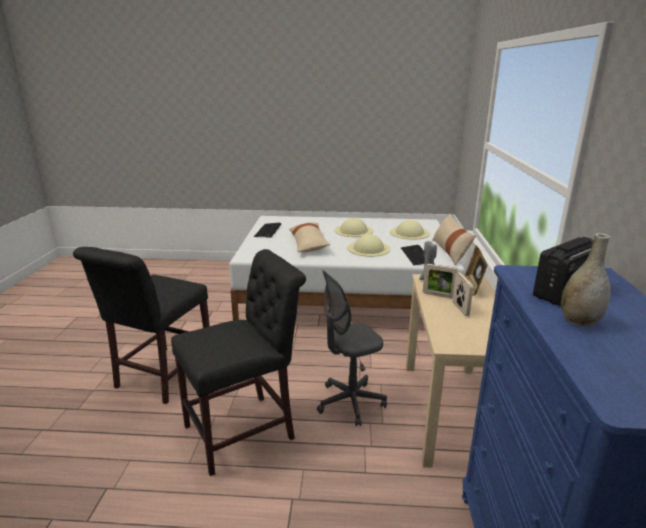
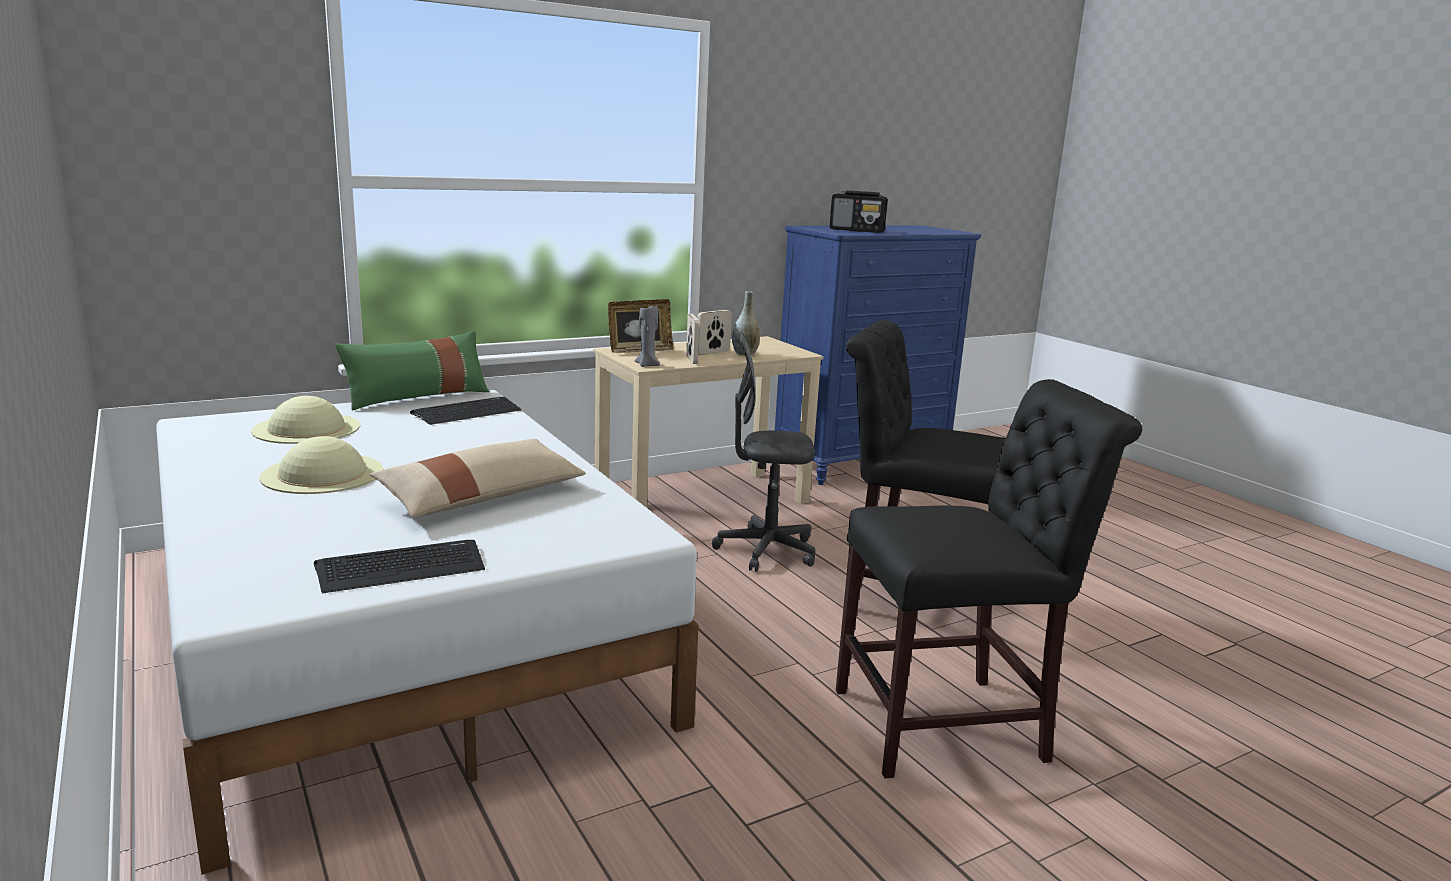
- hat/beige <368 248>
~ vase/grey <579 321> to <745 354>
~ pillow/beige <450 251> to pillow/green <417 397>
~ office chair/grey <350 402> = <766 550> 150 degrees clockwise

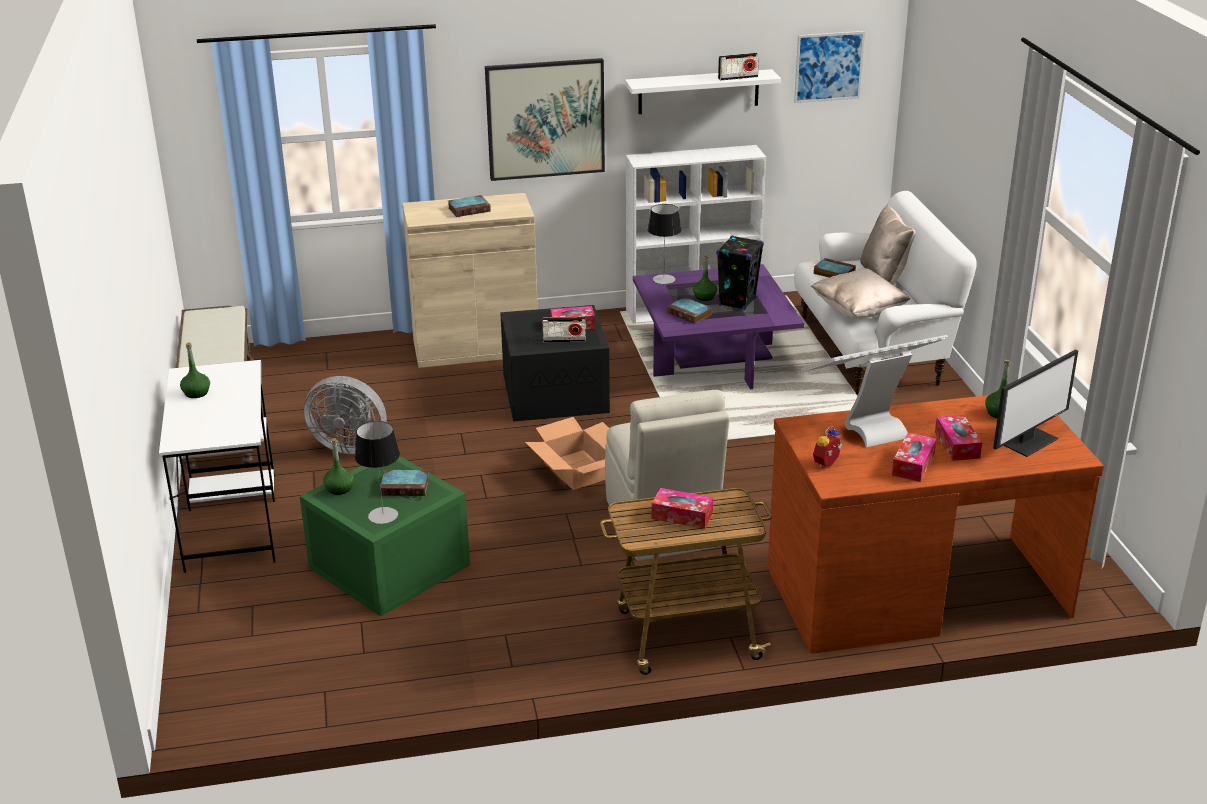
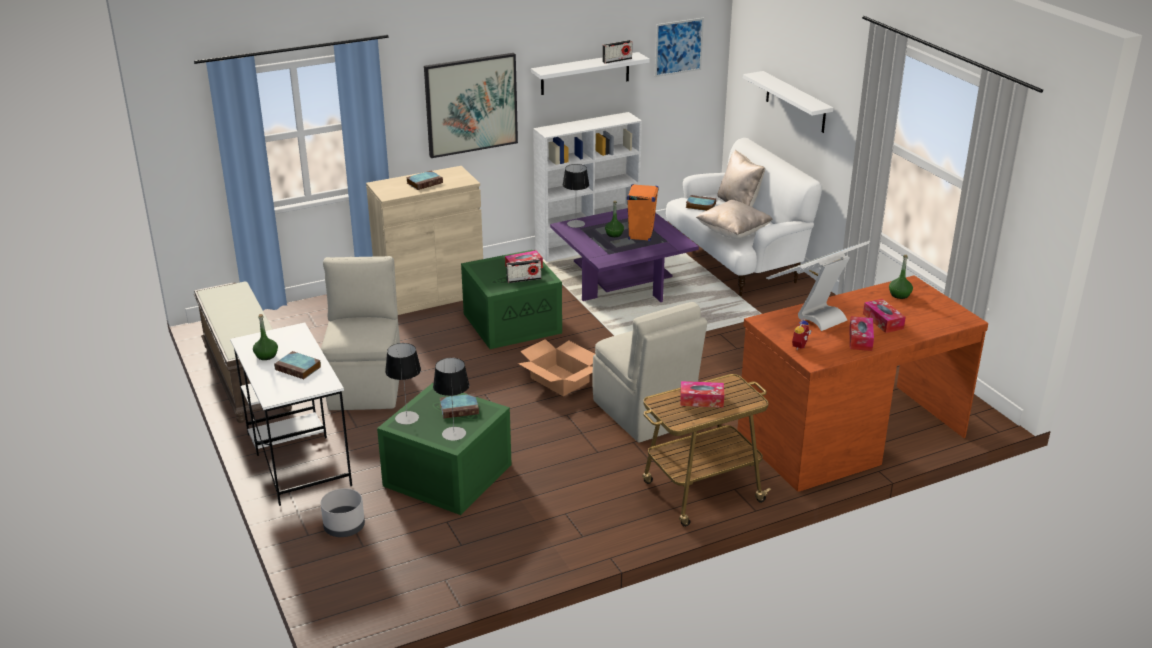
- monitor <1028 441>
+ planter/grey <344 527>
+ shelf/white <795 102>
~ book <690 314> to <299 368>
~ fan/grey <350 445> to chair/beige <366 385>
~ bottle/green <339 489> to table lamp <407 418>
~ storage box/black <556 392> to storage box/green <513 322>
~ speaker/black <737 301> to speaker/orange <641 235>

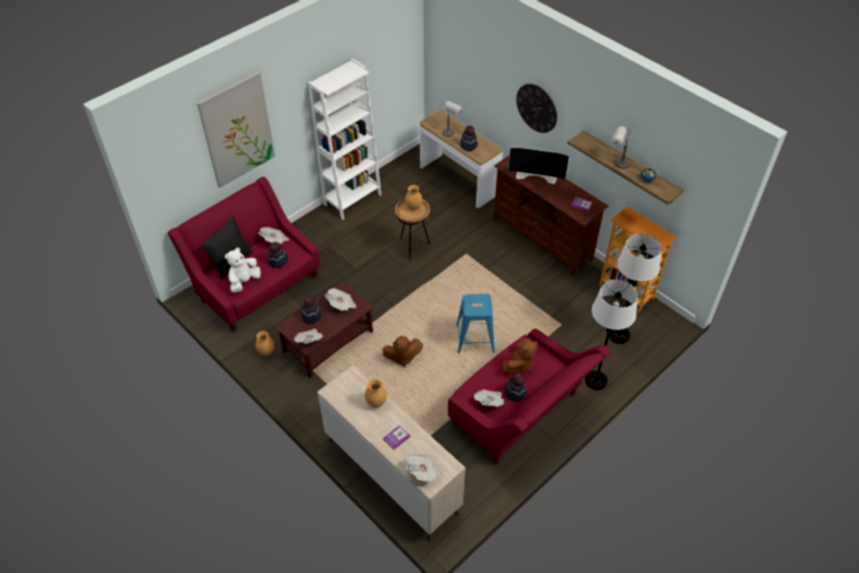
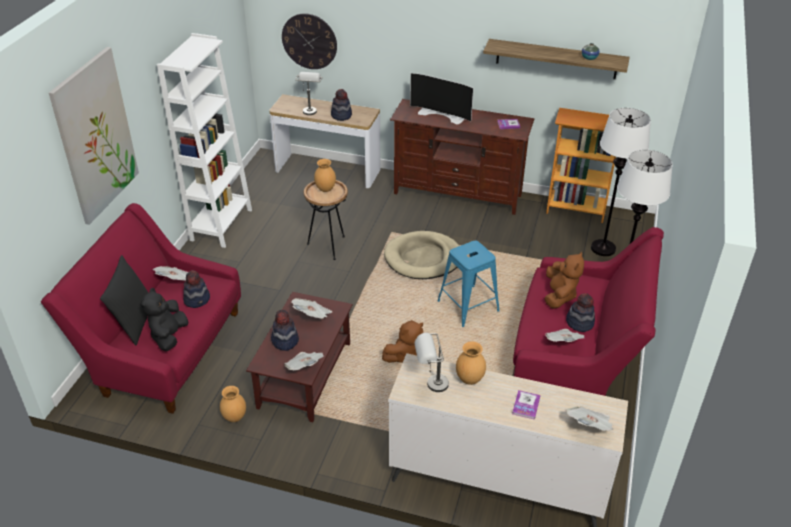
+ dog bed/beige <423 258>
~ wall clock <537 108> to <309 41>
~ table lamp/grey <616 162> to <430 385>
~ plush toy/white <244 281> to plush toy/black <169 336>
~ television <537 175> = <442 114> 45 degrees clockwise

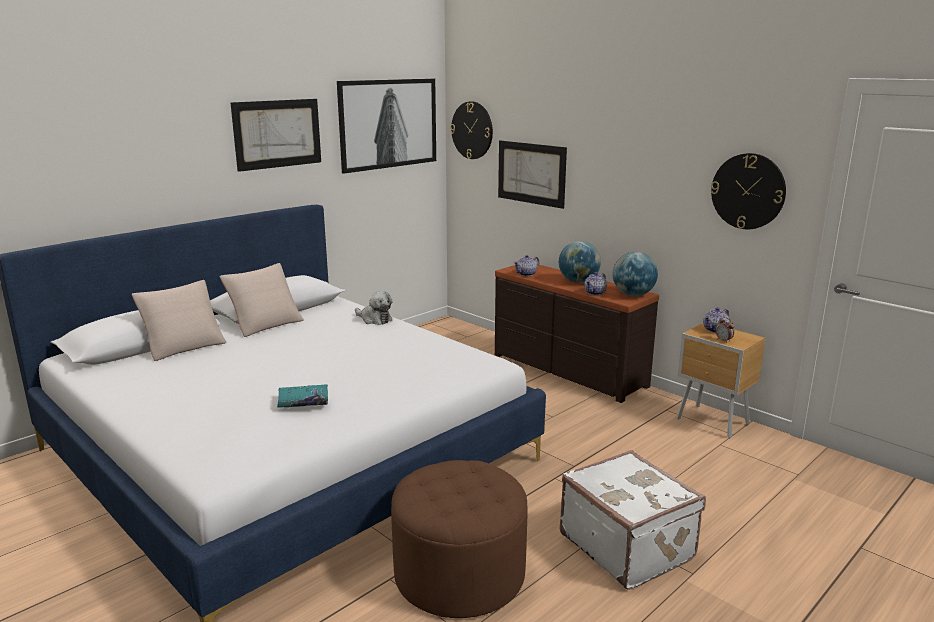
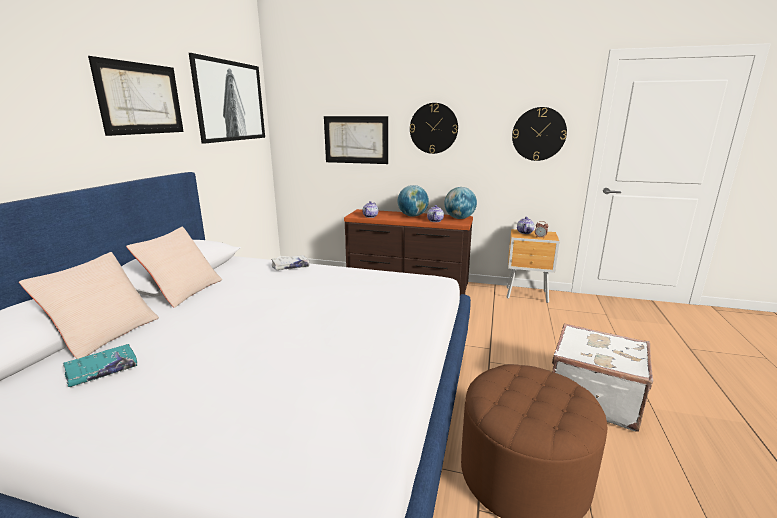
~ book/turquoise <303 402> to <102 371>
~ wall clock <472 130> to <433 128>
~ plush toy <374 319> to book/white <290 267>

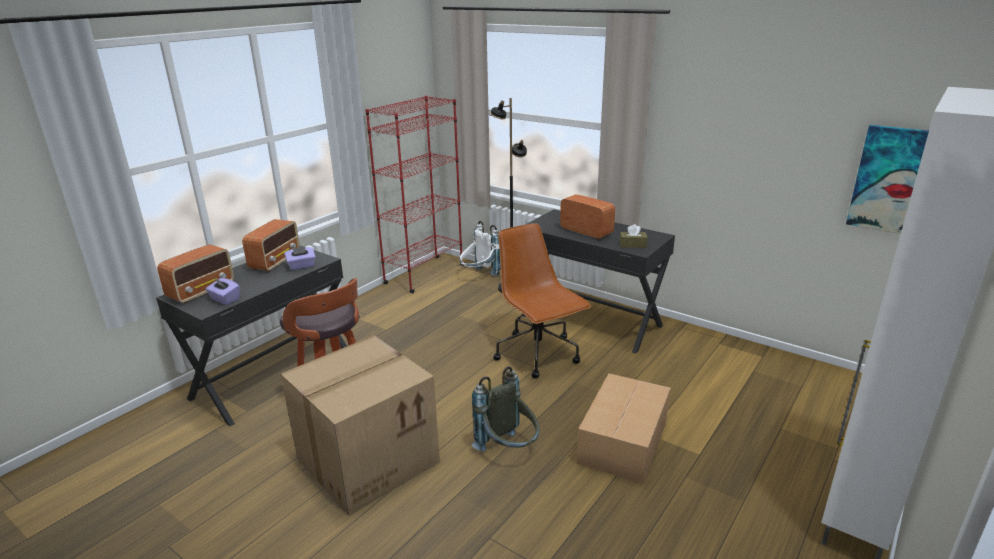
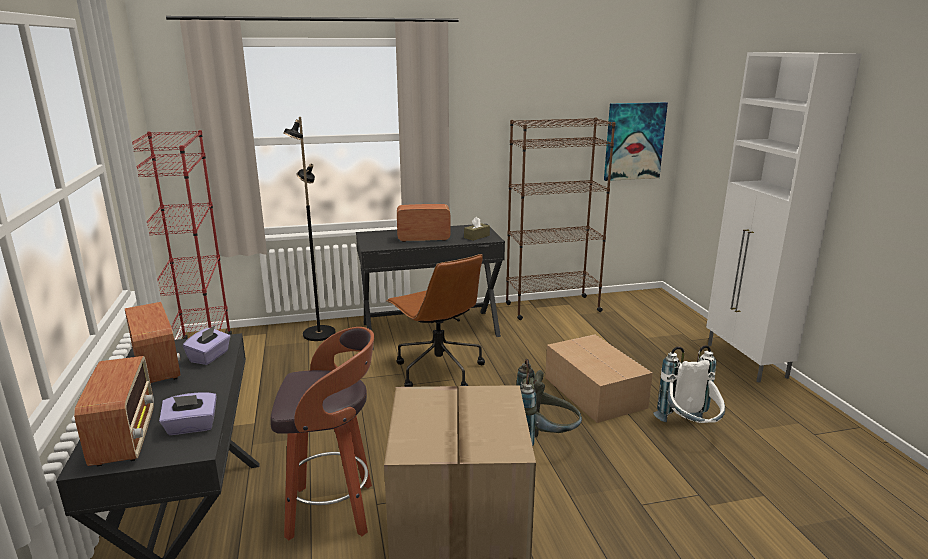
+ bookcase/brown <552 308>
~ backpack/white <479 276> to <689 430>
~ office chair/brown <538 354> = <438 370> 135 degrees counterclockwise

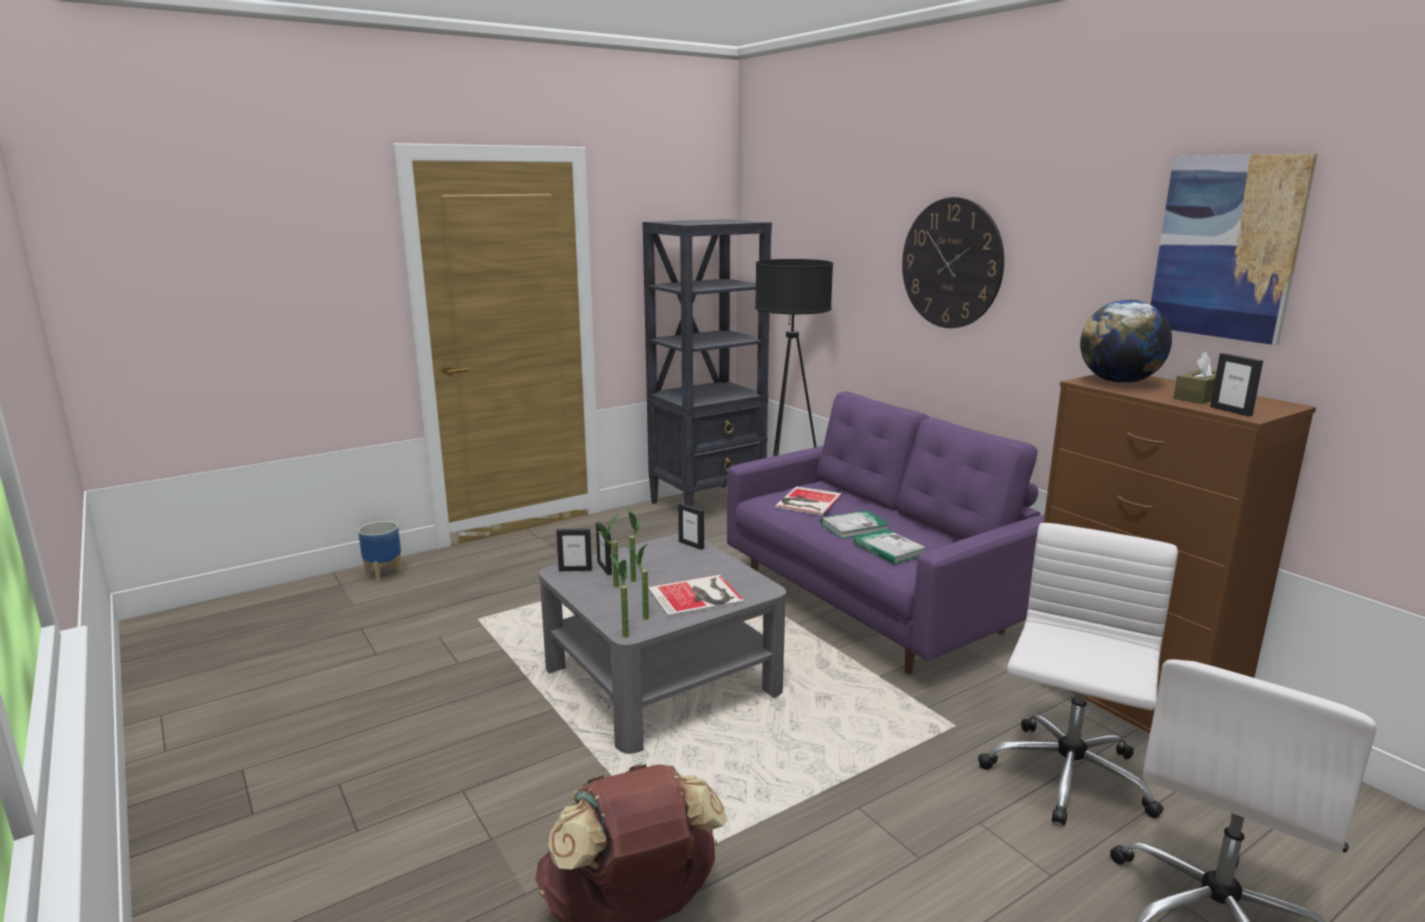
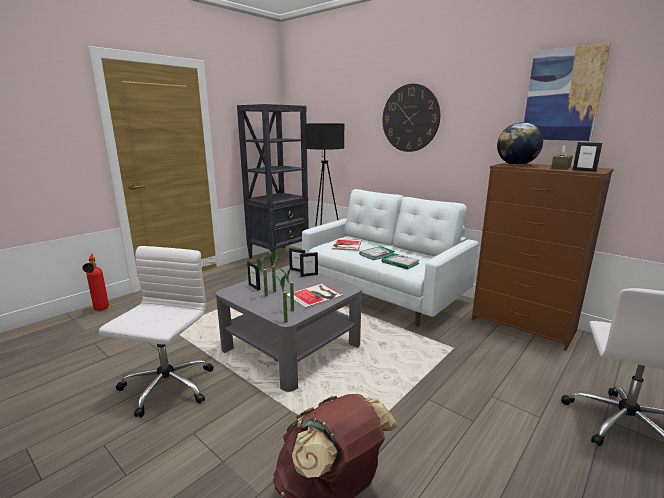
~ picture frame <575 570> to <309 275>
~ office chair/white <1067 778> to <166 388>
~ planter <383 574> to fire extinguisher <101 310>
~ sofa/purple <873 603> to sofa/white <383 294>

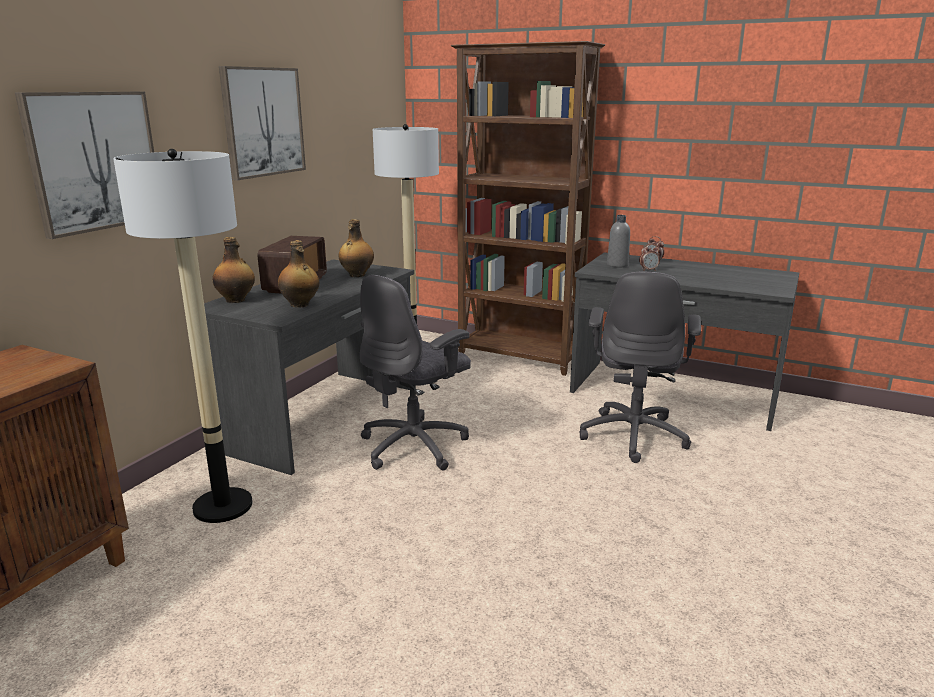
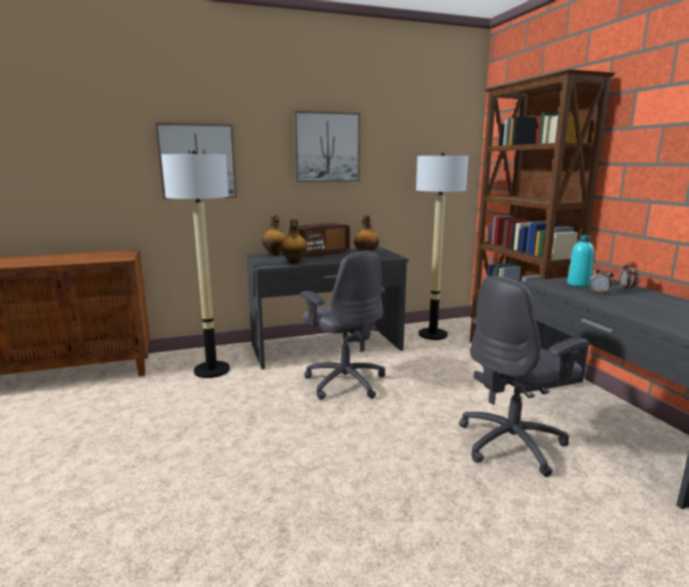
~ bottle/grey <617 265> to bottle/turquoise <578 284>
~ office chair/grey <415 446> = <345 382> 120 degrees counterclockwise

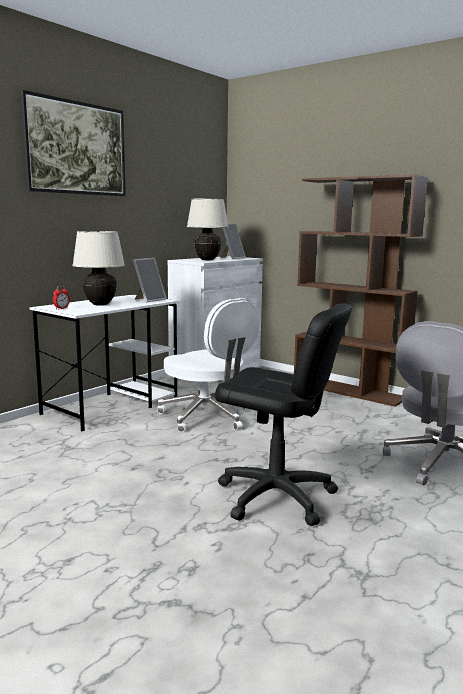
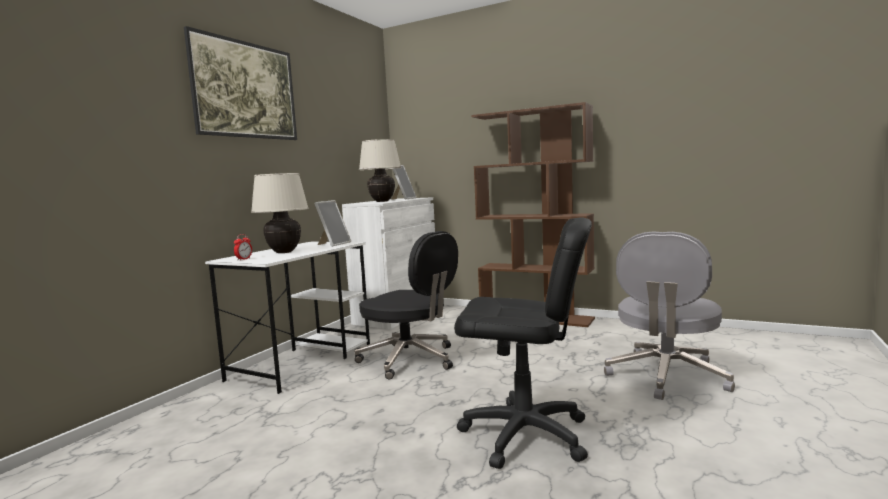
~ office chair/white <207 416> to office chair/black <410 360>

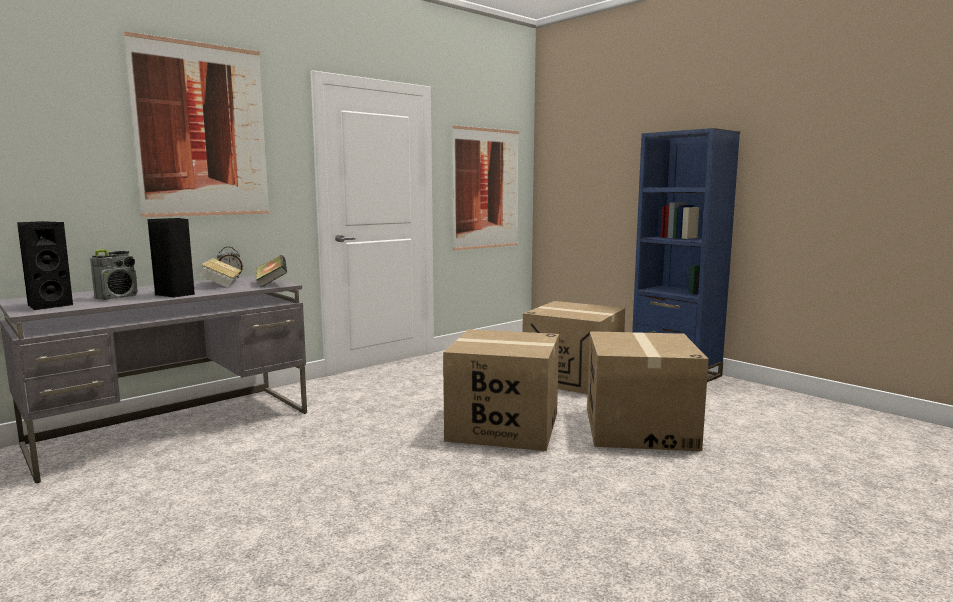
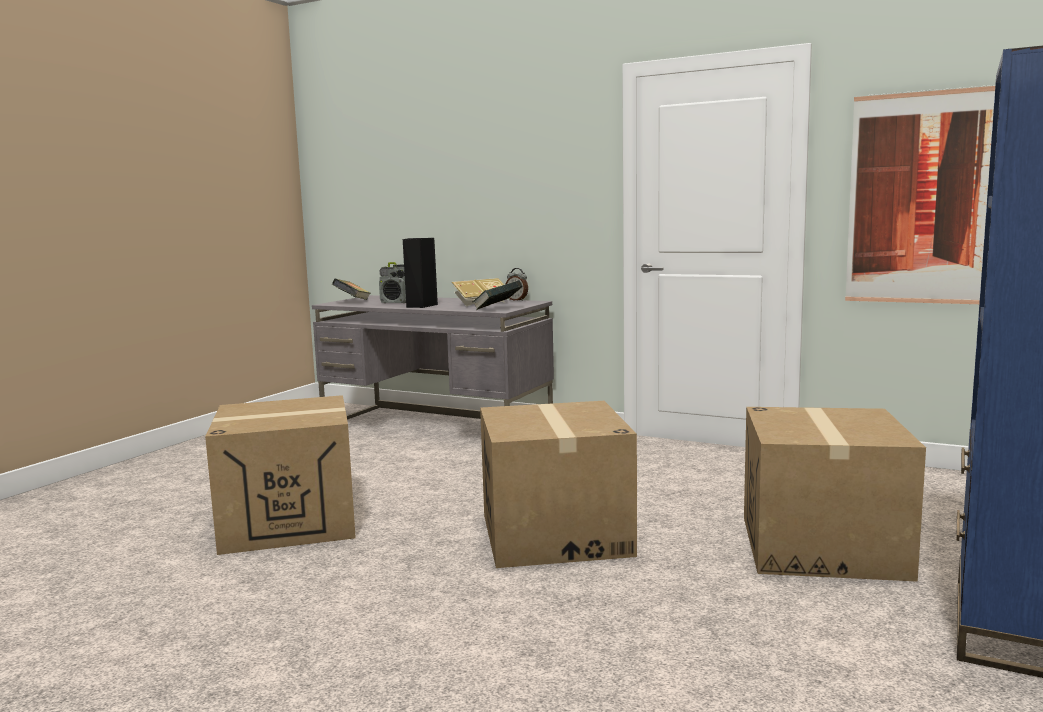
- picture <202 130>
~ cardboard box <639 428> to <289 522>
~ speaker/black <48 306> to book <352 302>

